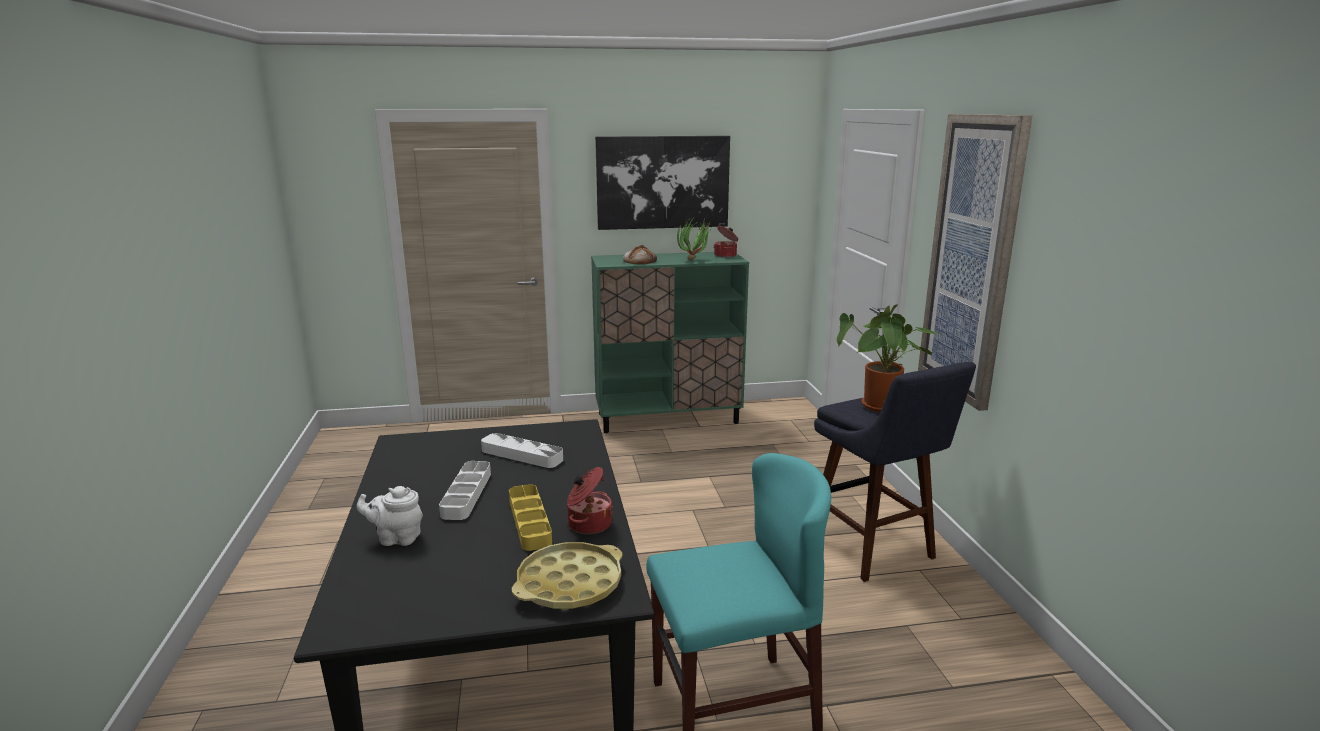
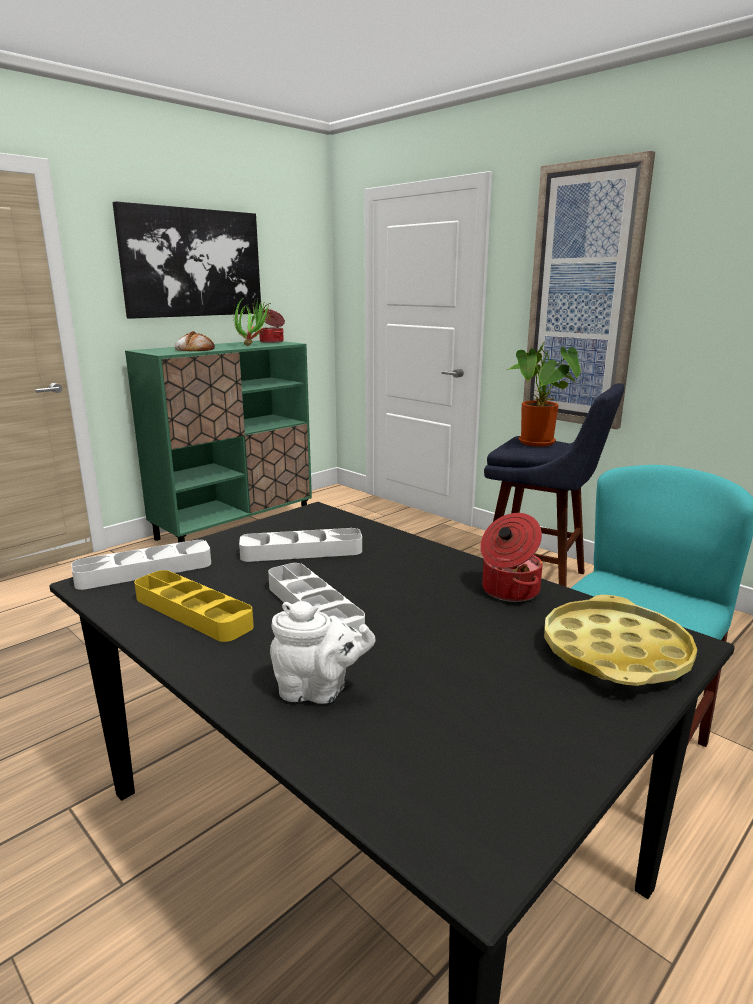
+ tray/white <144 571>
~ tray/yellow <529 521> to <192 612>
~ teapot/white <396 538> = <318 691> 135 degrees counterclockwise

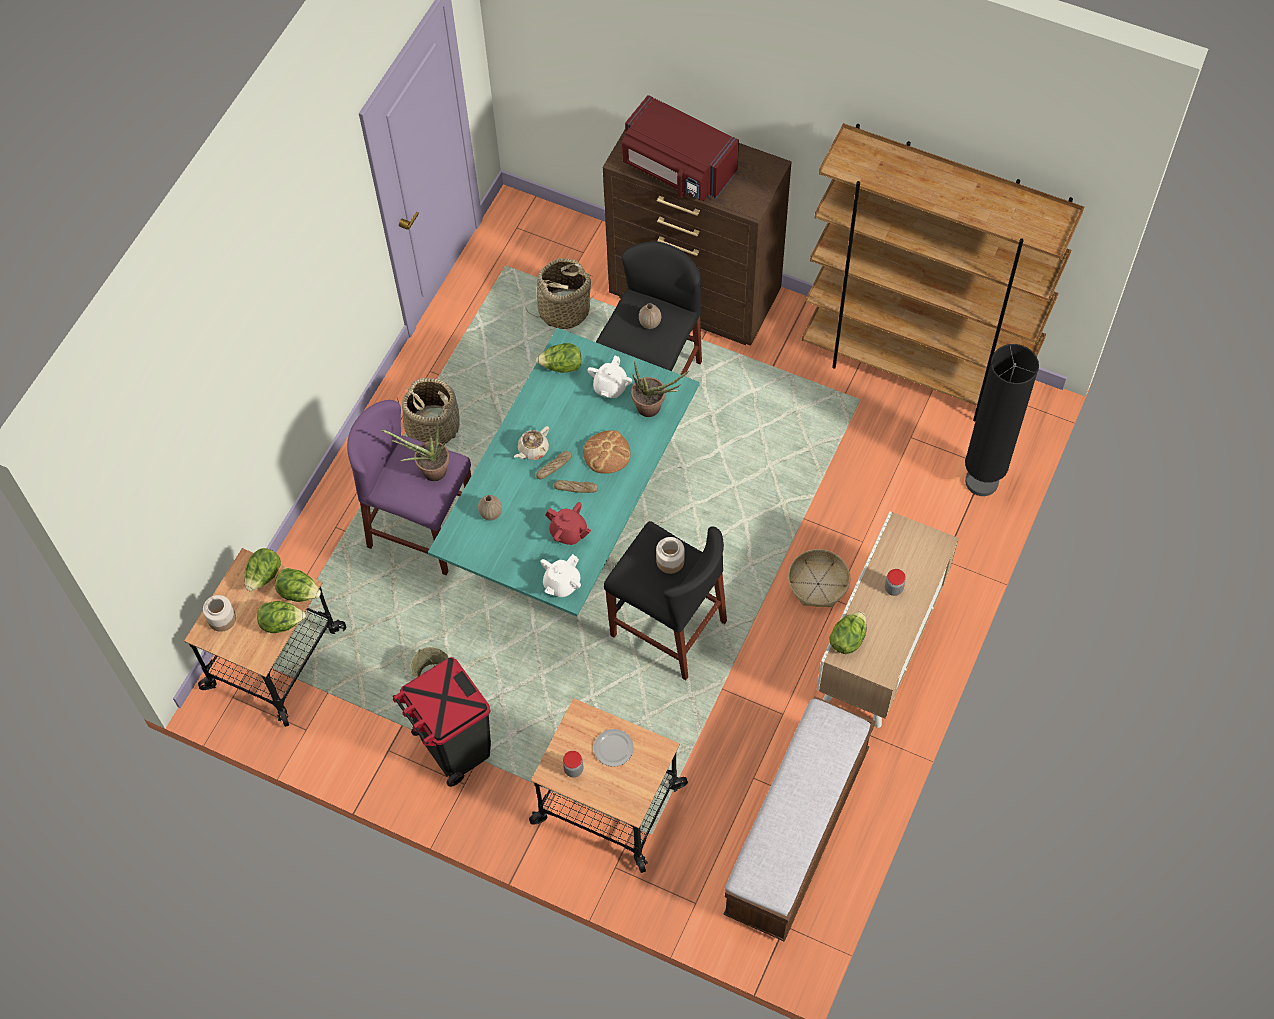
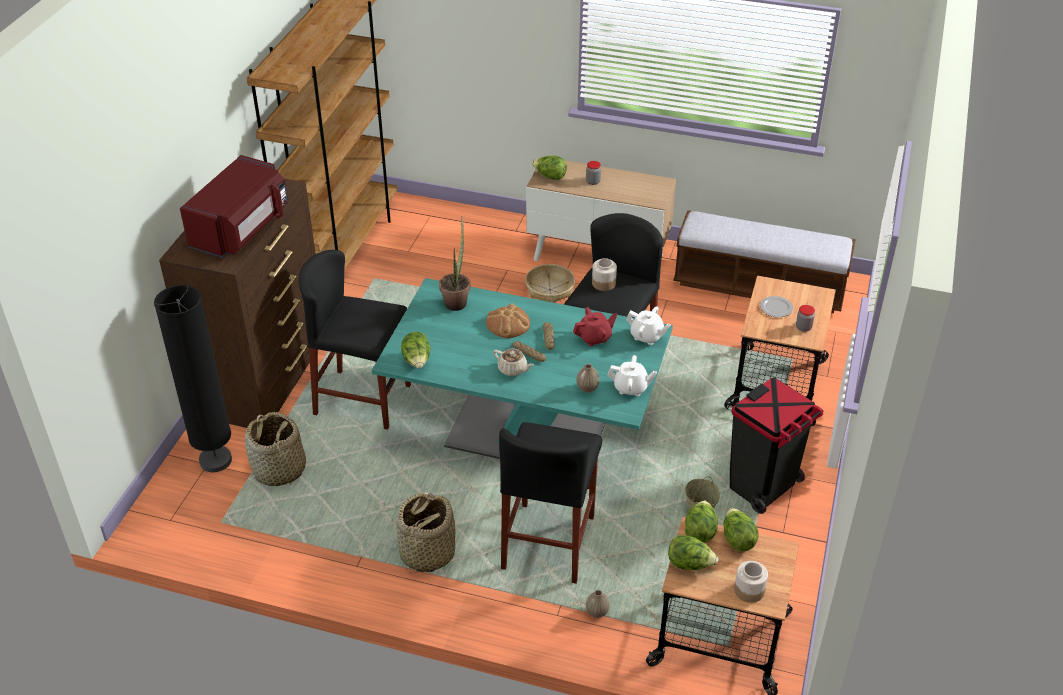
- potted plant <429 471>
~ teapot/white <610 387> to <631 388>
~ vase <650 323> to <597 612>
~ lettuce <847 639> to <550 177>
~ floor lamp/black <981 482> to <215 460>
~ stool/purple <422 531> to stool/black <548 542>
~ teapot/red <568 532> = <594 338> 45 degrees clockwise

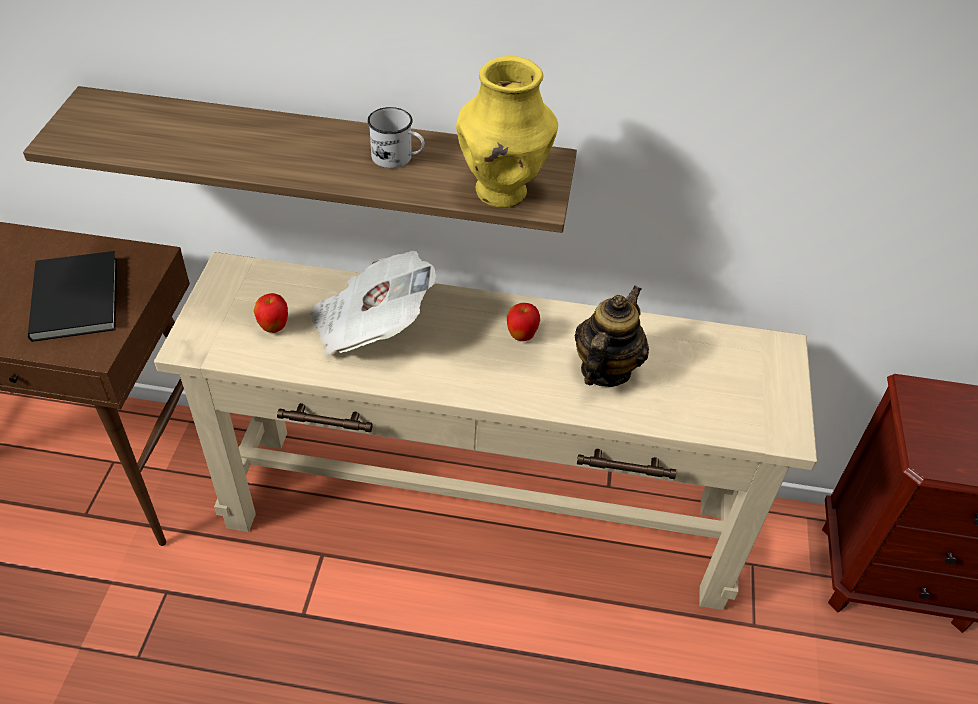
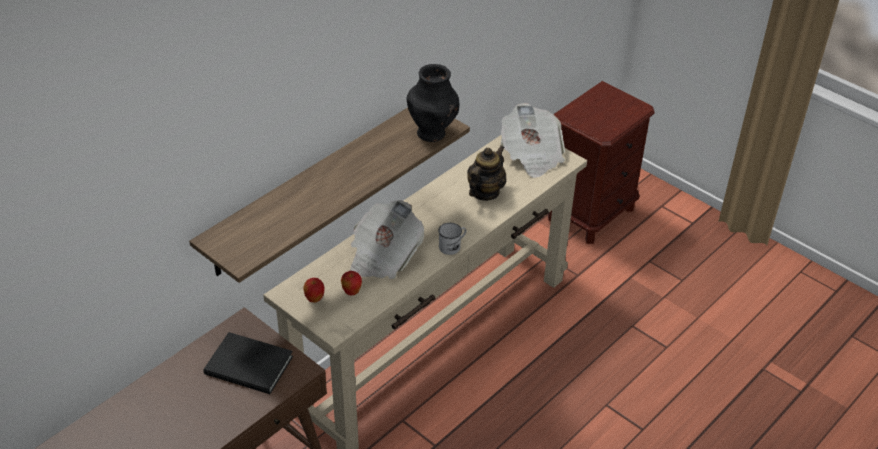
+ newspaper <531 155>
~ mug/white <398 158> to <452 246>
~ apple <521 336> to <314 299>
~ vase/yellow <502 192> to vase/black <432 133>
~ teapot <605 369> = <485 192> 60 degrees clockwise

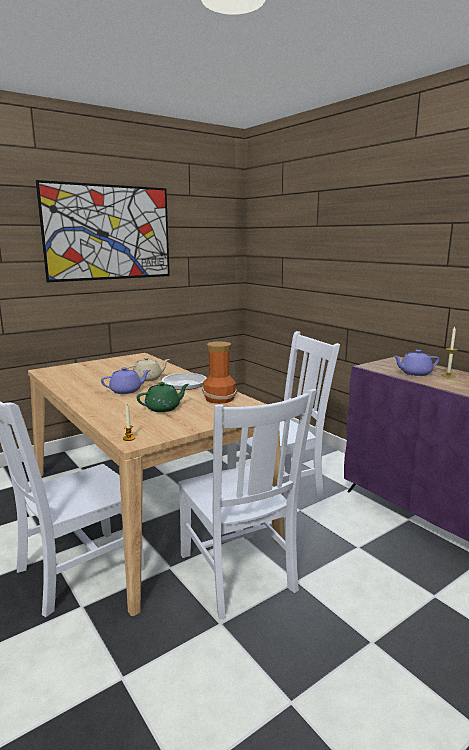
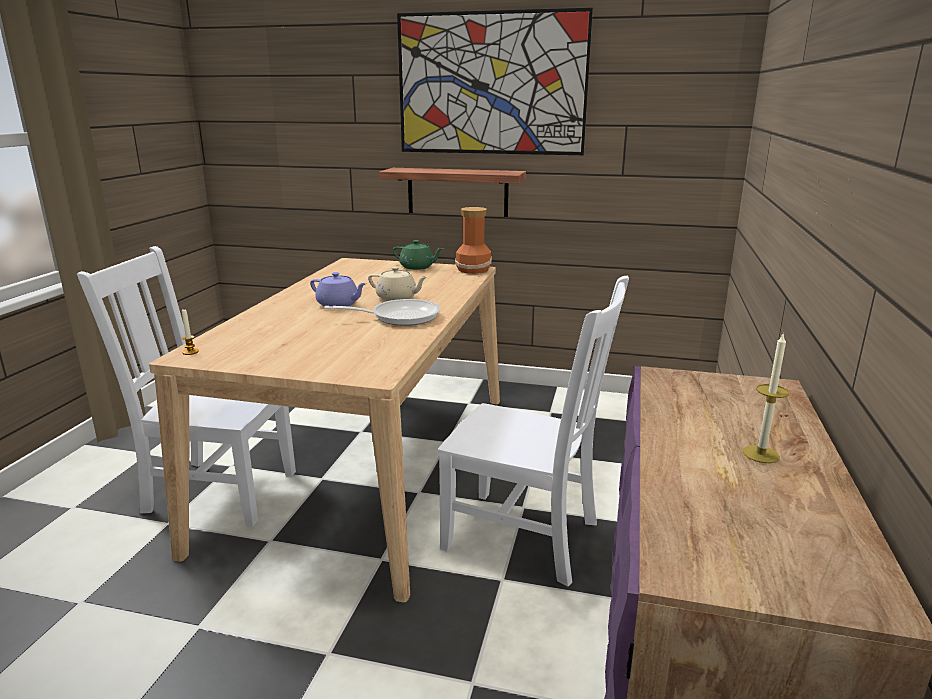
- chair/white <238 575>
- teapot/purple <414 373>
+ shelf <457 192>
~ teapot/green <163 408> to <417 267>
~ vase <219 398> to <474 269>

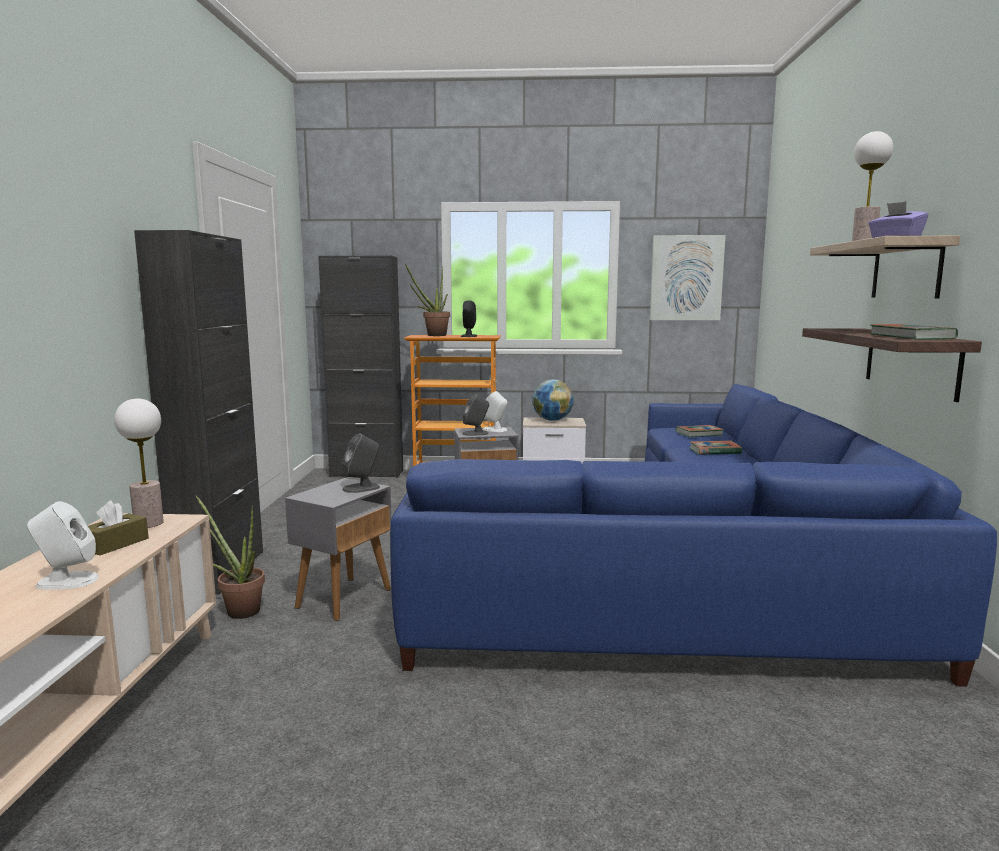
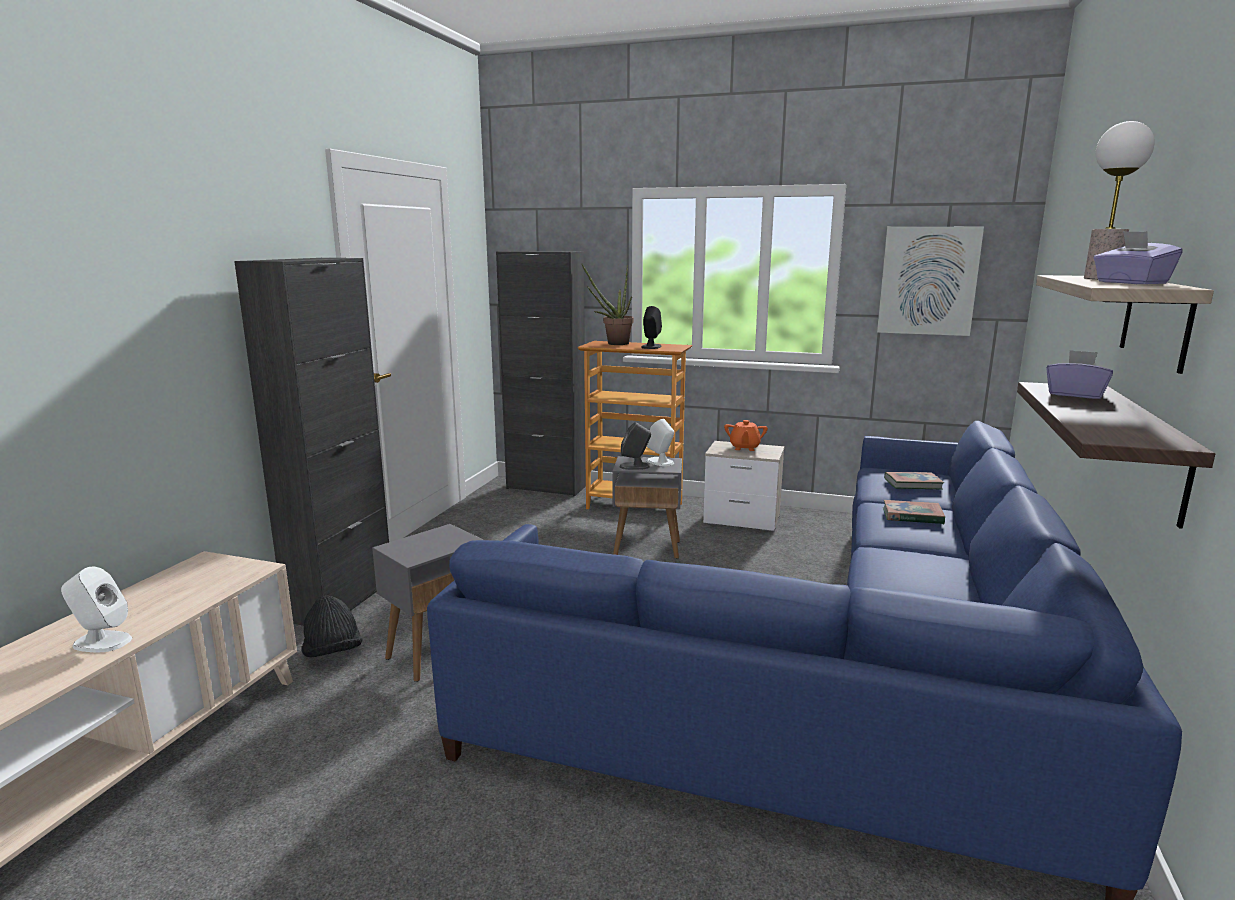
- tissue box/brown <116 544>
- table lamp <148 523>
- speaker/grey <362 488>
- book <911 337>
+ tissue box/purple <1075 394>
~ potted plant <238 610> to hat/black <333 653>
~ globe <552 420> to teapot/orange <744 448>

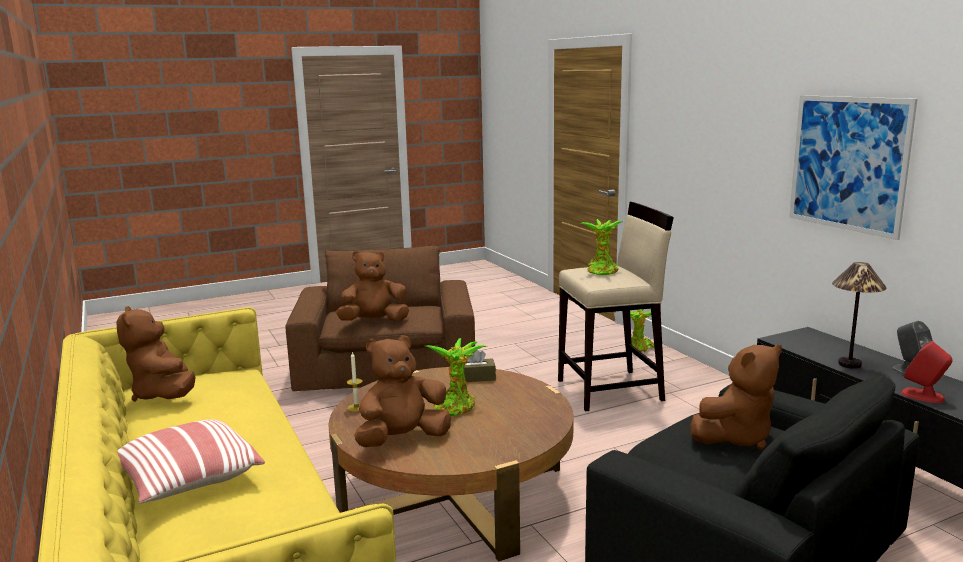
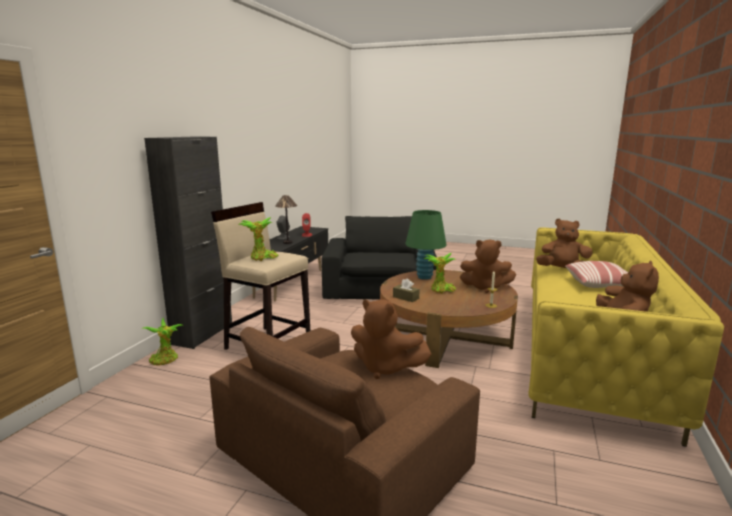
- picture <848 163>
+ cabinet/black <202 333>
+ table lamp/green <424 277>
~ plush toy/brown <736 437> to <563 270>

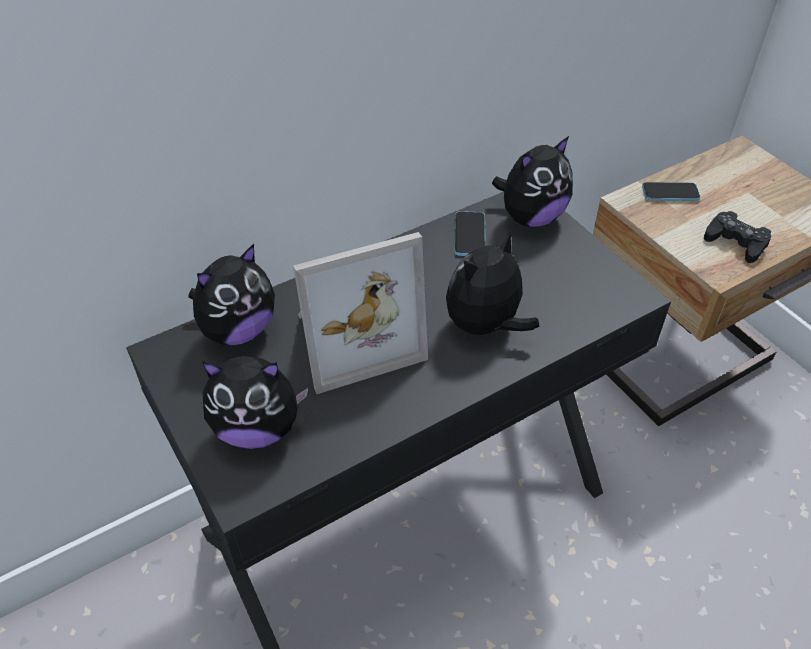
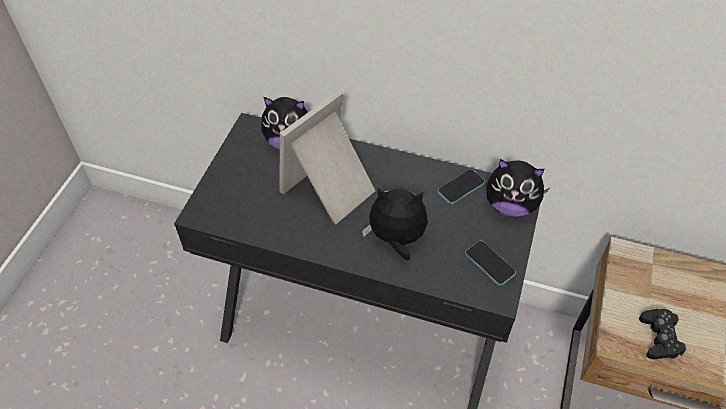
- plush toy <257 428>
~ phone <670 193> to <489 263>
~ picture frame <354 337> = <331 189> 105 degrees clockwise

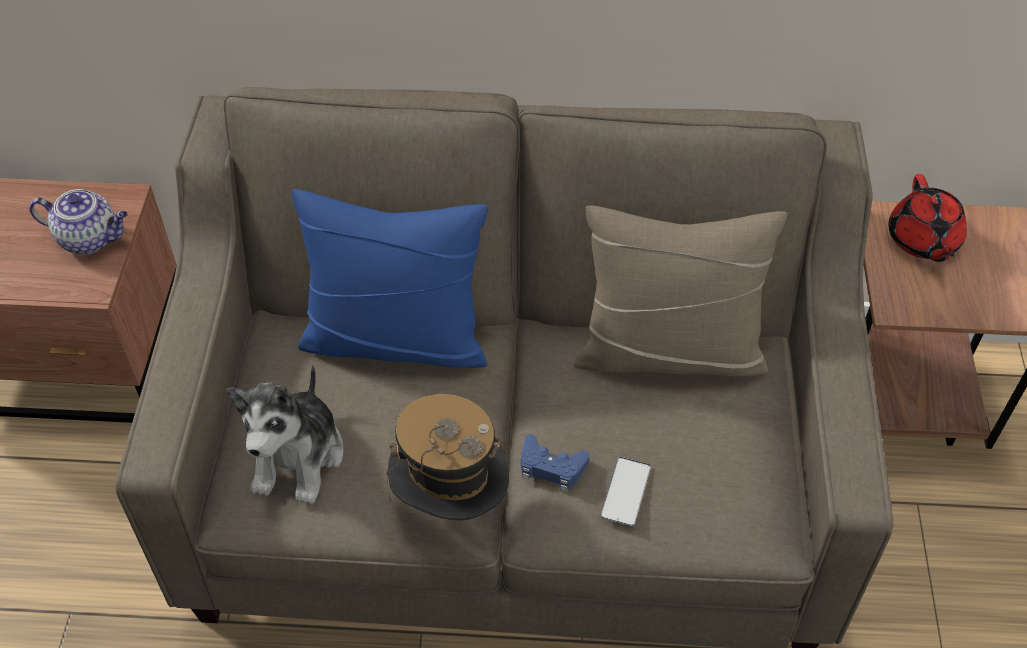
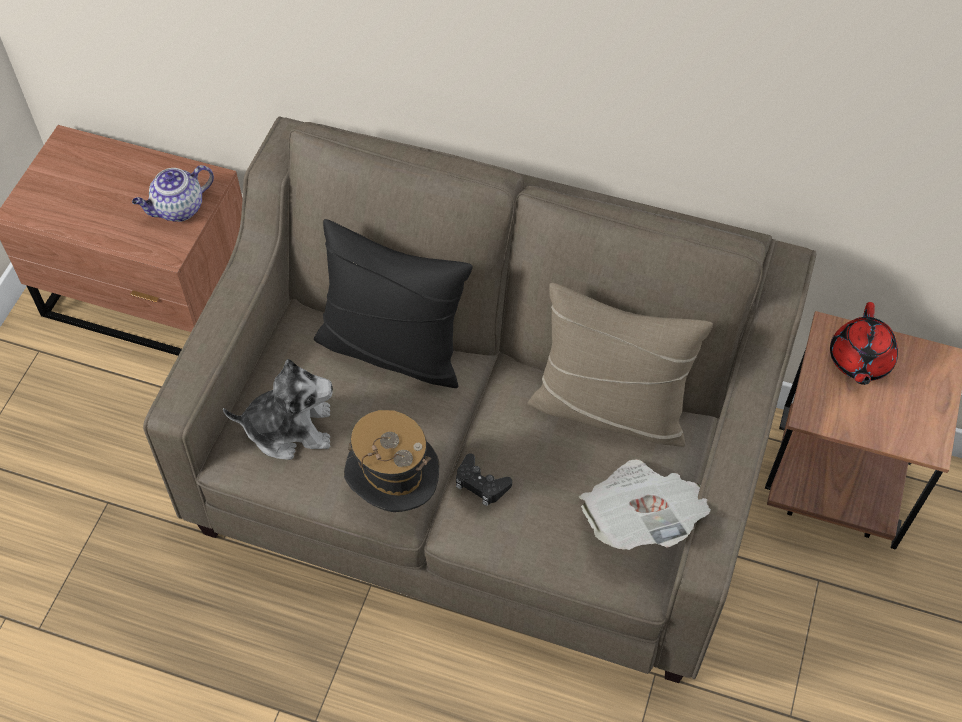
- phone <626 491>
+ newspaper <639 518>
~ pillow/blue <396 339> to pillow/black <393 349>
~ game controller/blue <551 467> to game controller/black <481 483>
~ teapot <91 238> = <178 209> 120 degrees clockwise
~ plush toy <298 456> = <289 428> 120 degrees counterclockwise

